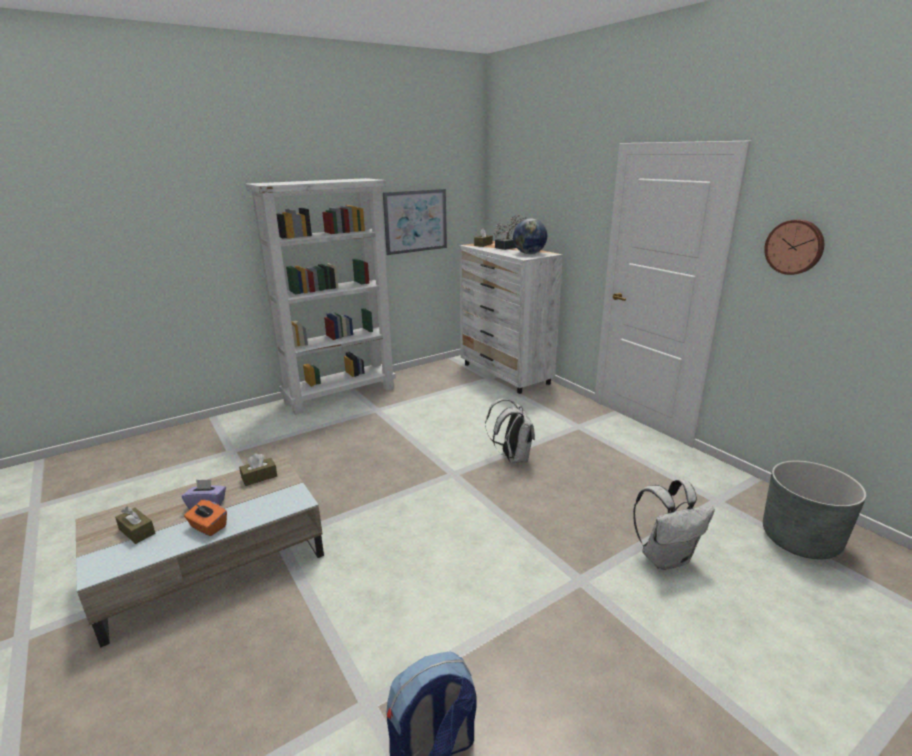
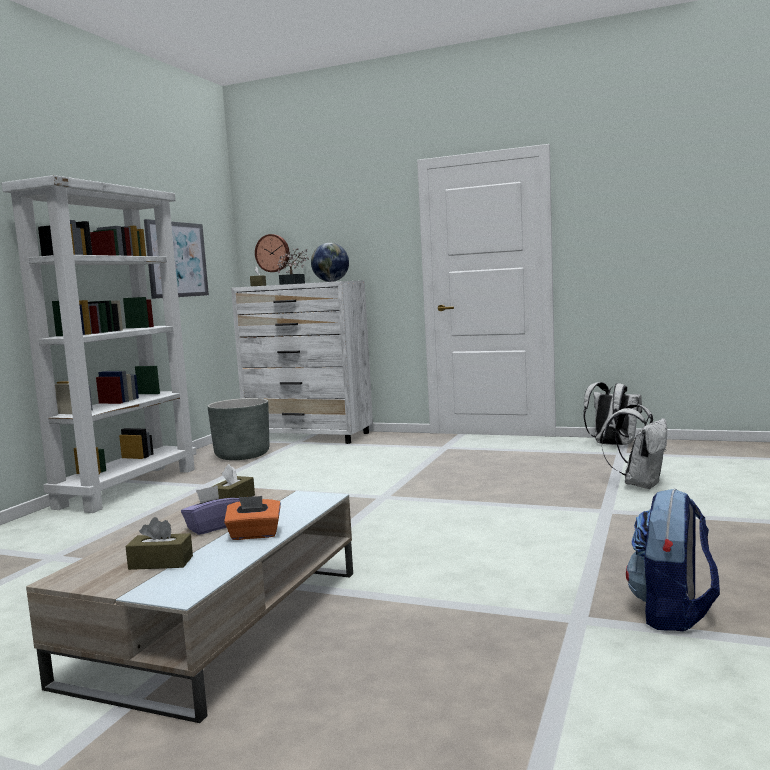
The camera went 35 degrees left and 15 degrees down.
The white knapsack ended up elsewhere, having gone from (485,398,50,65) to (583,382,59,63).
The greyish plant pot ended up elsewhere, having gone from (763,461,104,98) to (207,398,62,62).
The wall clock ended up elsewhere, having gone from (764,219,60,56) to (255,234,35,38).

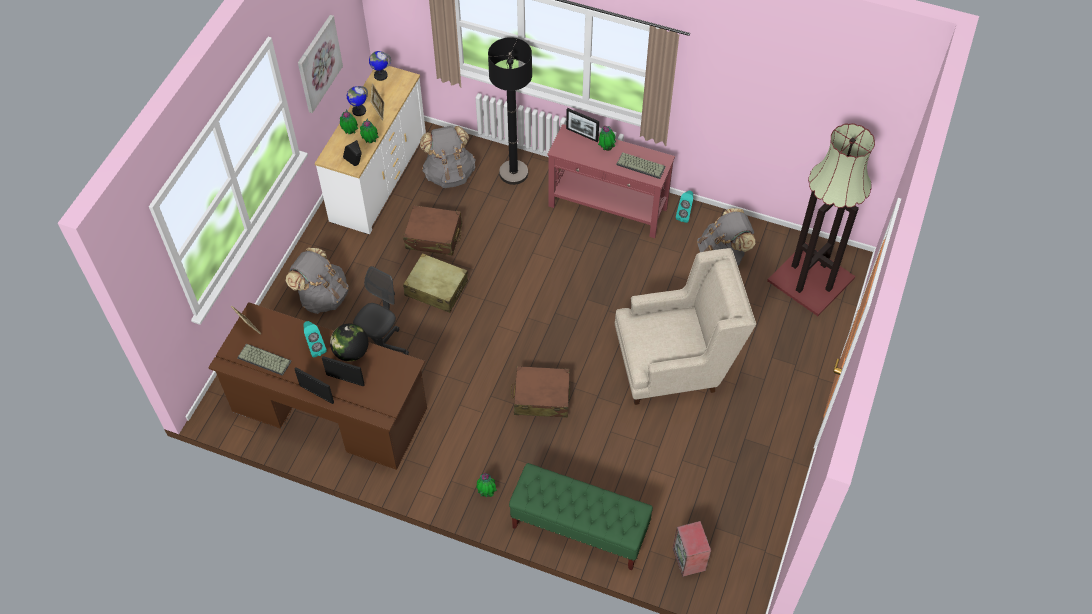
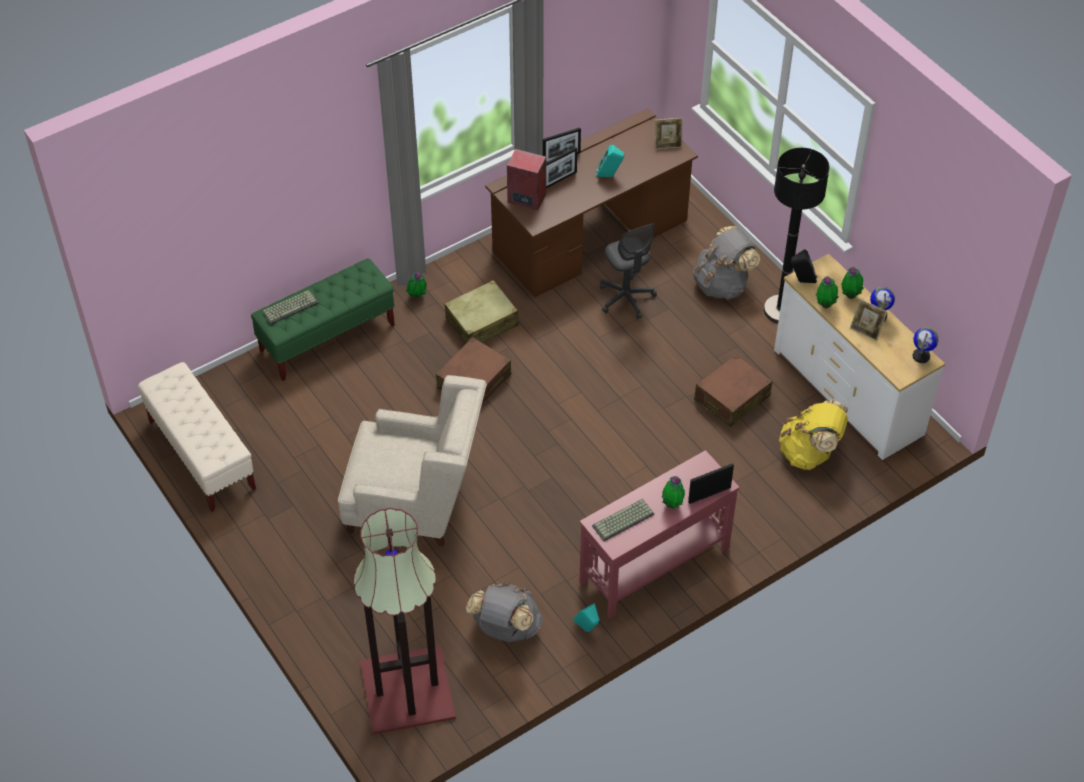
The camera went 125 degrees right and 5 degrees down.
The computer keyboard ended up elsewhere, having gone from (237,343,55,33) to (262,290,57,35).
The second view lost the picture at (298,15,45,98).
The second view lost the globe at (330,324,38,38).
The beige piece of luggage ended up elsewhere, having gone from (403,253,65,60) to (445,280,74,63).
What was the greyish knapsack at (420,126,56,62) turned into the yellow-coloured knapsack at (779,400,69,70).
The black standing lamp ended up elsewhere, having gone from (488,37,44,148) to (764,148,66,175).
The beige armchair at (615,248,141,157) ended up facing another way, 105 degrees counterclockwise from before.
The loudspeaker ended up elsewhere, having gone from (672,521,39,56) to (507,149,39,61).
The second view gained the beige bench at (138,362,118,150).

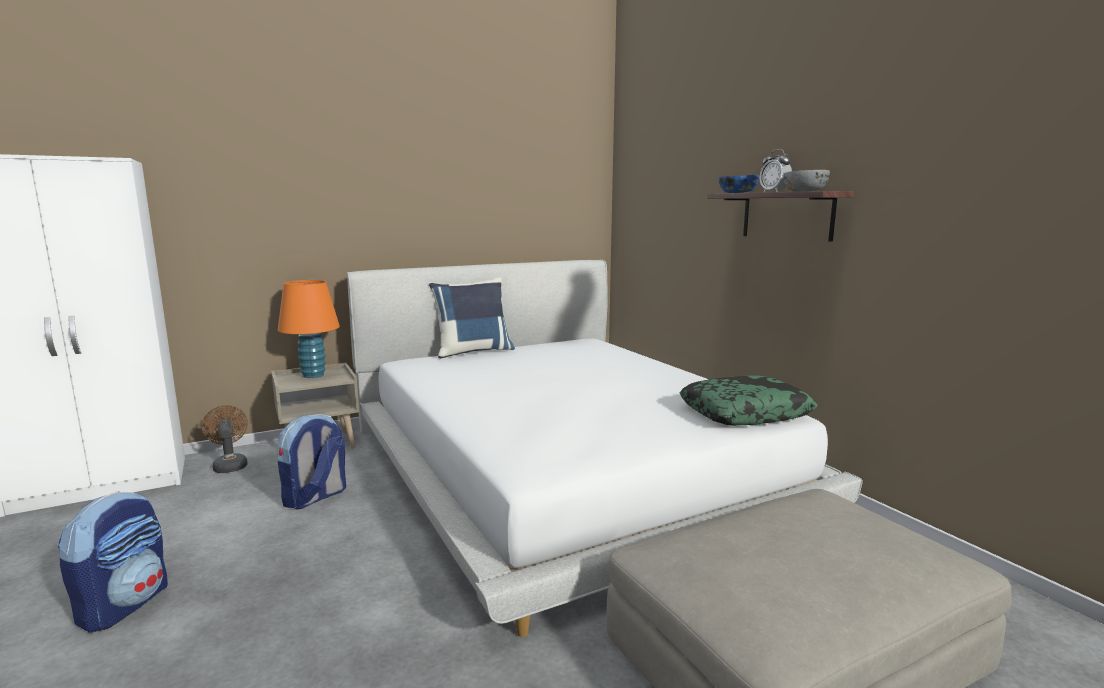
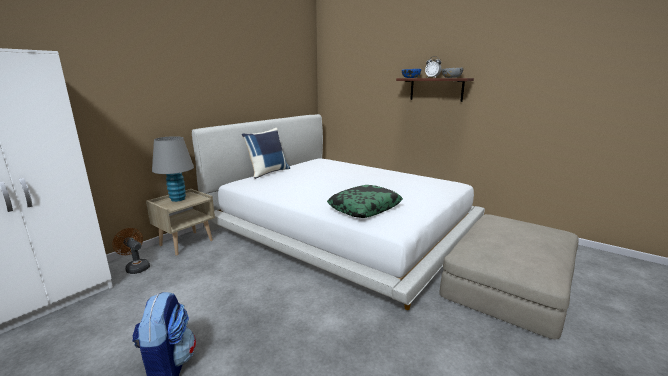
The camera went 25 degrees left and 5 degrees up.
The second view lost the knapsack at (277,414,69,95).
What was the orange lamp for a table at (278,280,62,98) turned into the greyish lamp for a table at (152,136,42,66).
The throw pillow ended up elsewhere, having gone from (679,375,138,51) to (327,185,76,33).

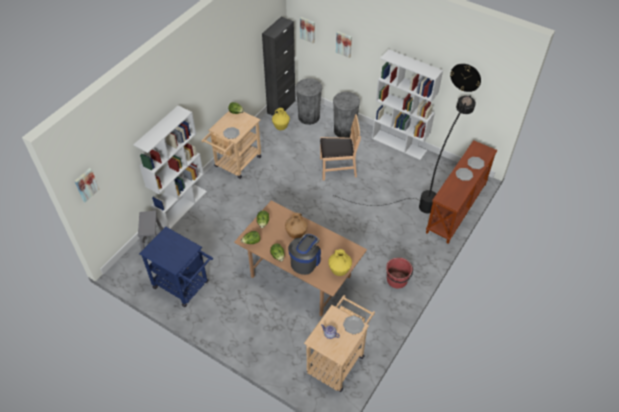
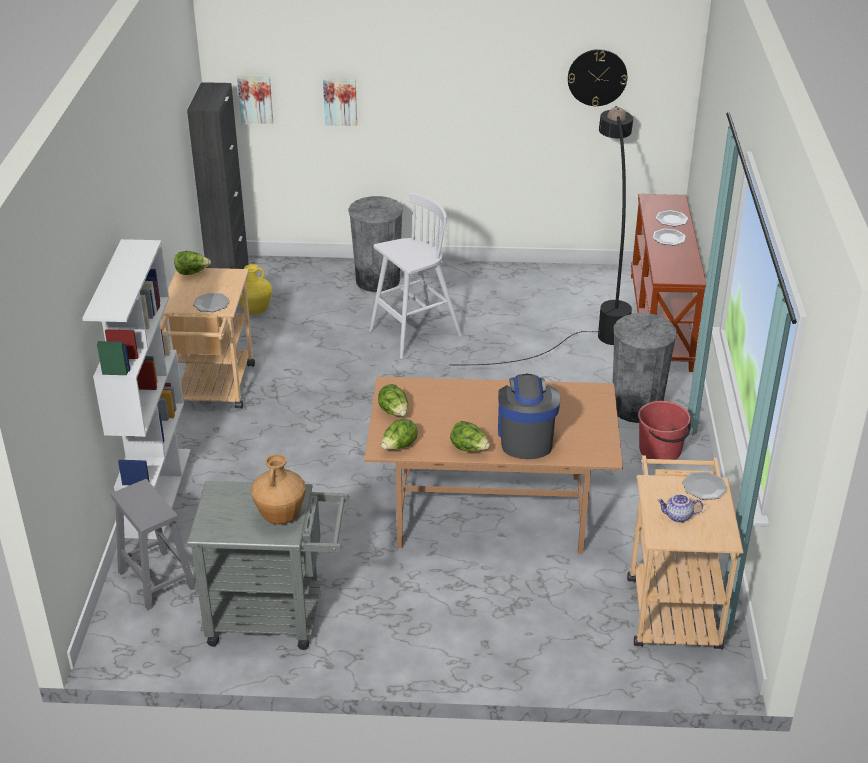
The camera went 30 degrees left and 15 degrees down.
The second view lost the picture at (75,168,25,34).
What was the bluish trolley at (139,227,74,80) turned into the greyish trolley at (186,481,163,169).
The brown flower vase ended up elsewhere, having gone from (285,213,23,26) to (251,454,55,71).
The greyish trash can ended up elsewhere, having gone from (296,78,26,47) to (613,313,64,110).
Where the brown upright chair stood at (320,114,41,66), the white sitting stool came to stand at (369,192,93,167).
The second view lost the yellow-coloured flower vase at (328,249,24,27).
The second view lost the white bookshelf at (372,49,71,111).

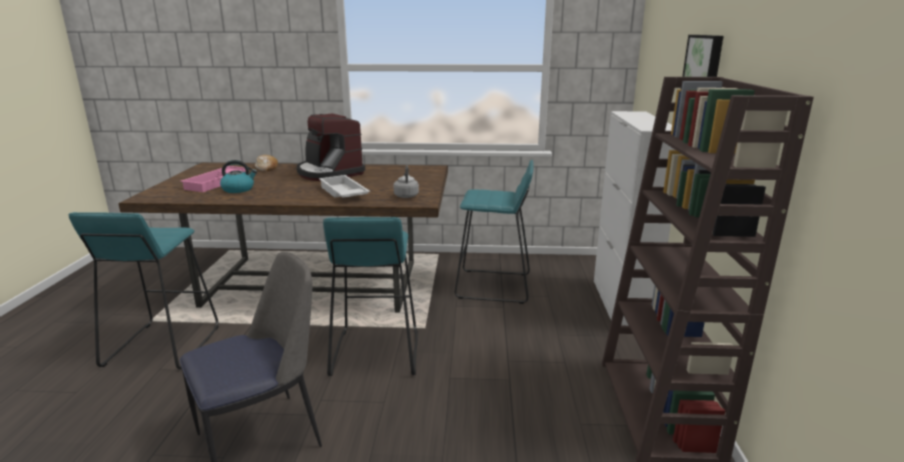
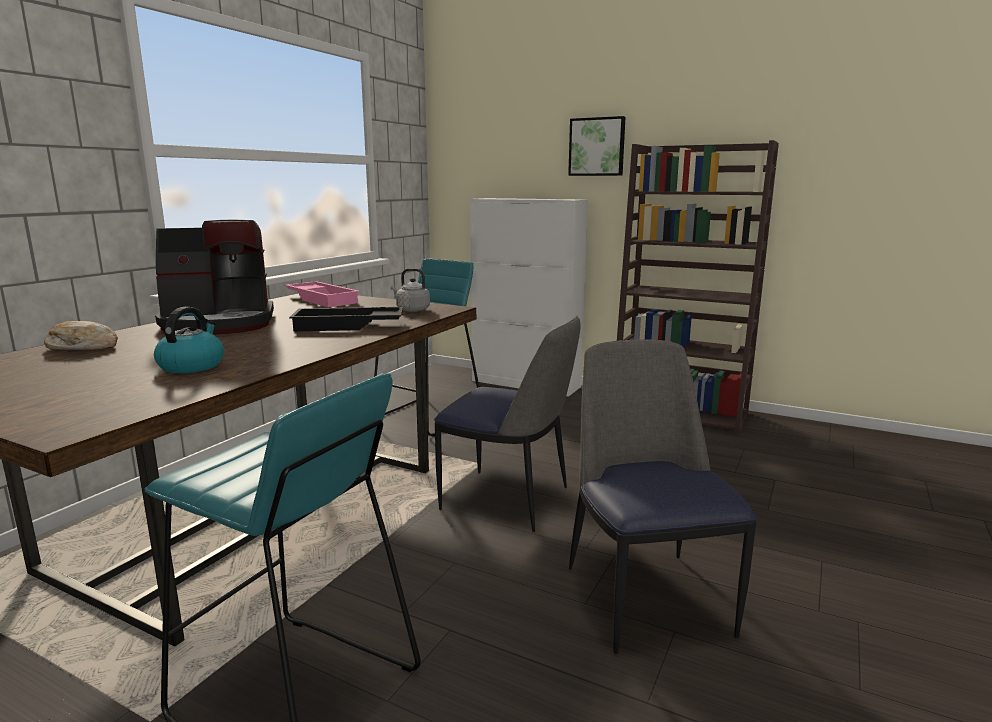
The camera went 65 degrees left and 5 degrees down.
The pinkish carrying tray ended up elsewhere, having gone from (180,166,66,26) to (285,281,75,26).
What was the white carrying tray at (319,175,51,23) turned into the black carrying tray at (289,307,114,25).
Where the turquoise-coloured sitting stool stood at (323,217,95,159), the upright chair came to stand at (434,315,147,217).

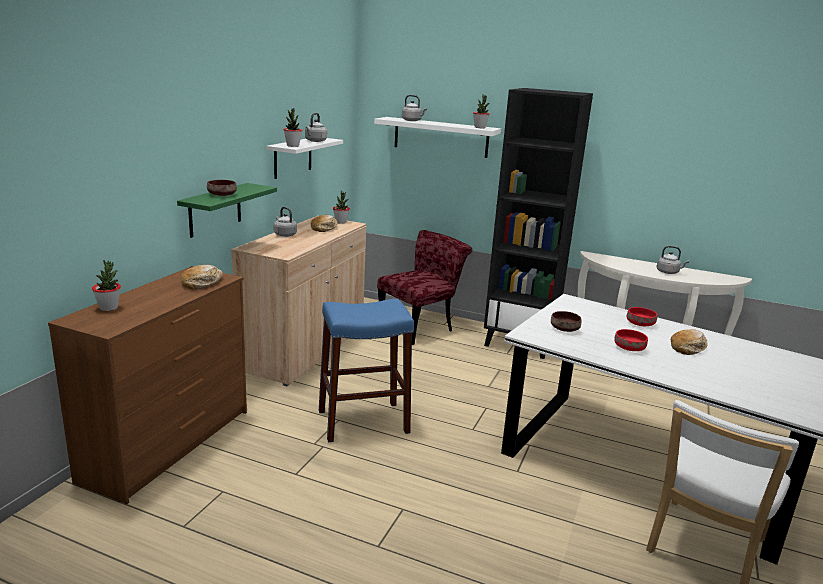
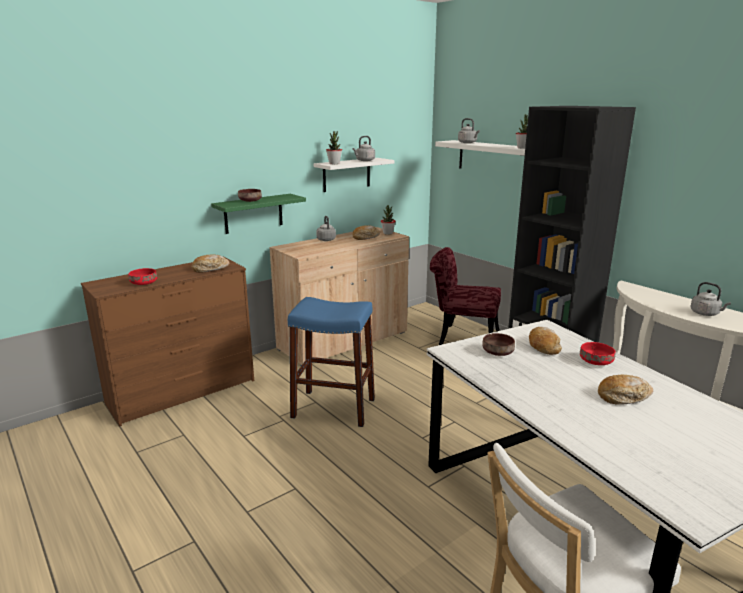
The camera went 30 degrees right and 0 degrees up.
The second view lost the potted plant at (92,260,29,51).
The red-coloured upright chair at (377,230,95,115) ended up facing another way, 150 degrees counterclockwise from before.
The red-coloured serving bowl ended up elsewhere, having gone from (614,329,34,22) to (128,268,29,17).
The second view gained the bread at (529,327,33,28).

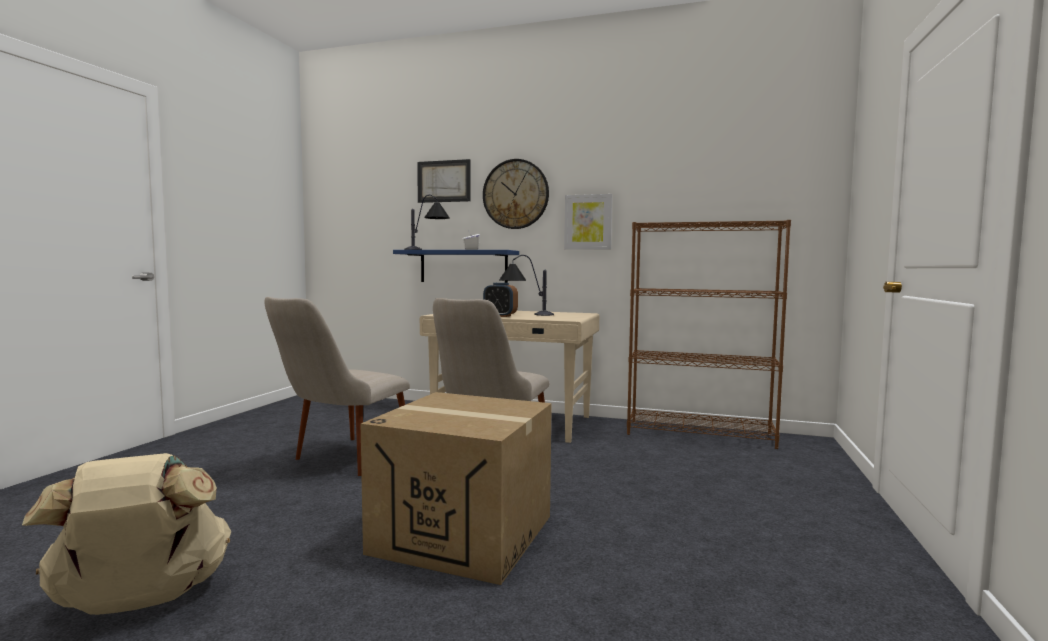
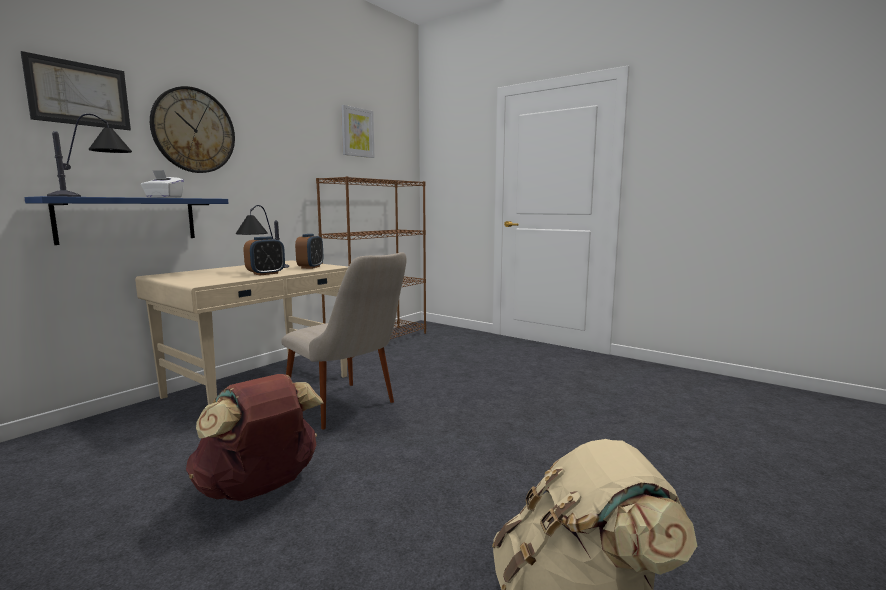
The camera went 70 degrees left and 5 degrees up.
Where the beige upright chair stood at (264,297,146,179), the brown knapsack came to stand at (186,374,138,127).
The second view lost the carton at (361,392,191,193).
The picture ended up elsewhere, having gone from (564,194,49,56) to (341,105,34,53).
The second view gained the bedside clock at (295,234,28,35).

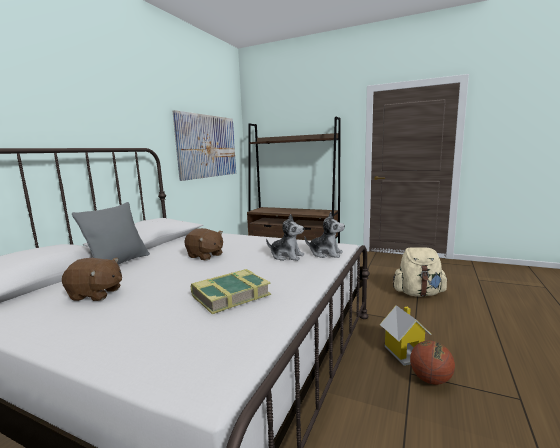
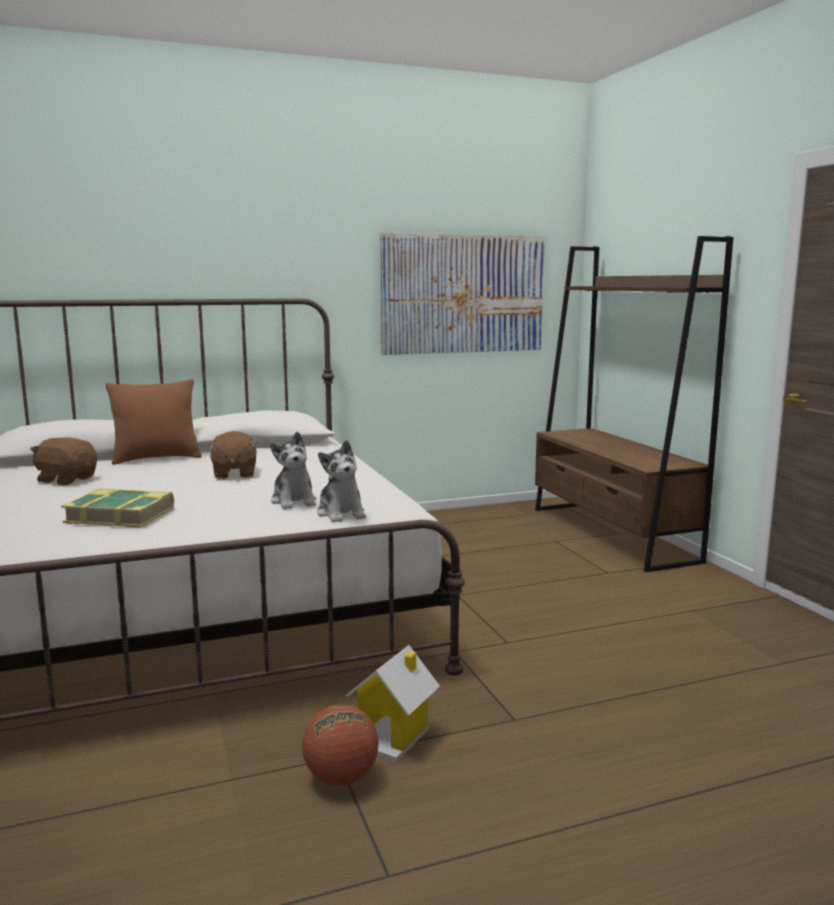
The camera went 45 degrees right and 0 degrees up.
The brown cuddly toy at (62,258,60,43) ended up facing another way, 150 degrees clockwise from before.
What was the greyish throw pillow at (72,202,78,62) turned into the brown throw pillow at (106,379,95,86).
The second view lost the beige knapsack at (393,247,54,50).

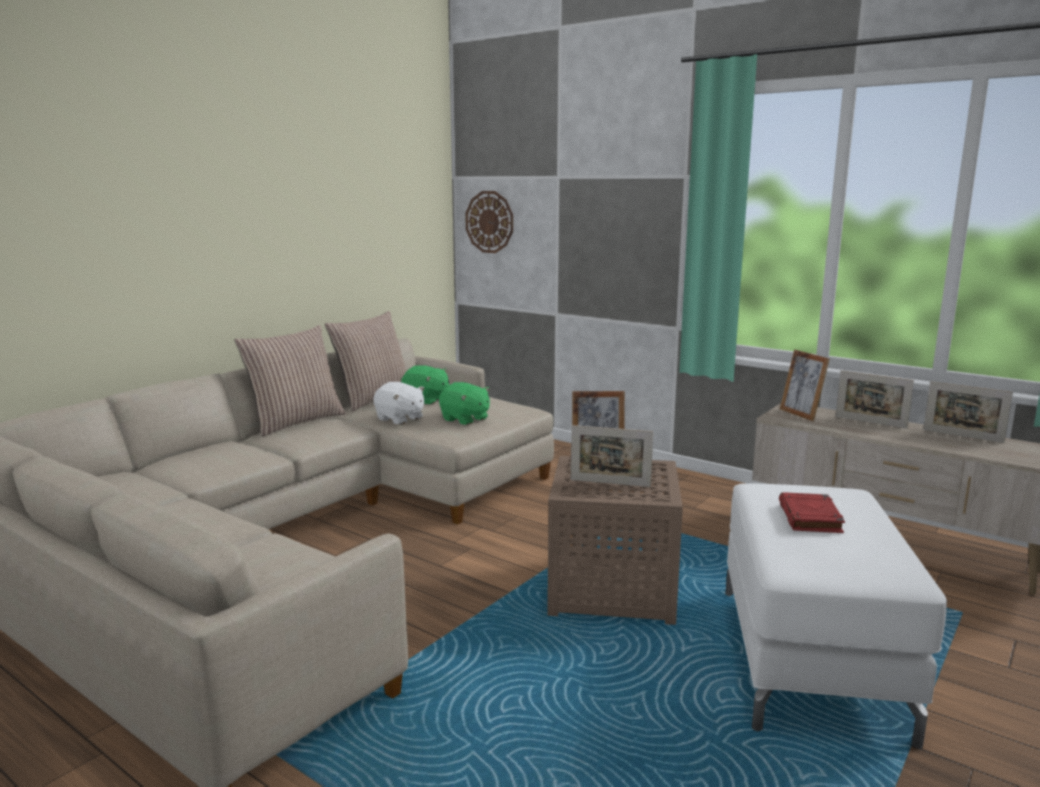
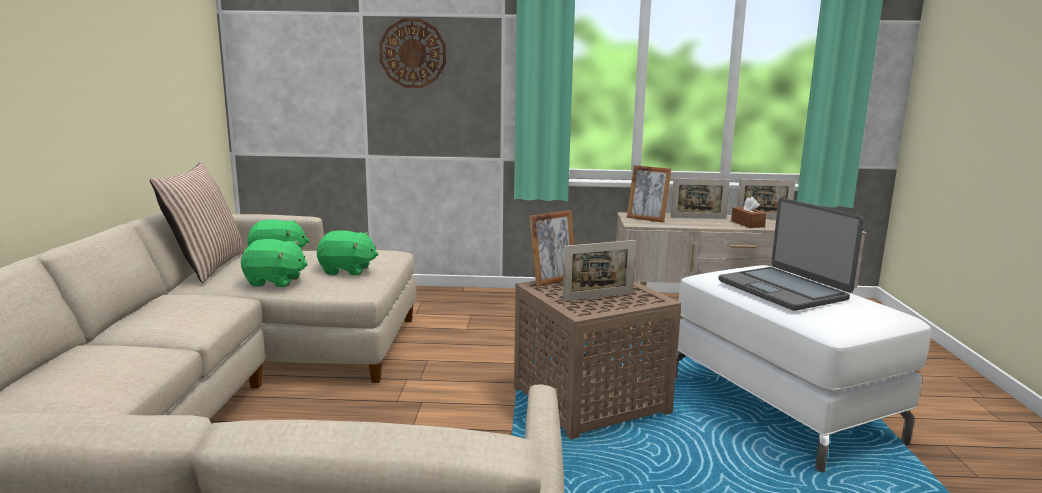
The camera went 35 degrees left and 0 degrees up.
The second view lost the throw pillow at (235,325,111,112).
What was the white cuddly toy at (373,382,52,43) turned into the green cuddly toy at (241,239,67,48).
The wall clock ended up elsewhere, having gone from (465,191,48,62) to (379,18,67,70).
Where the red-coloured book stood at (779,492,66,41), the notebook computer came to stand at (719,198,145,113).
The second view gained the brown tissue box at (731,197,35,31).

